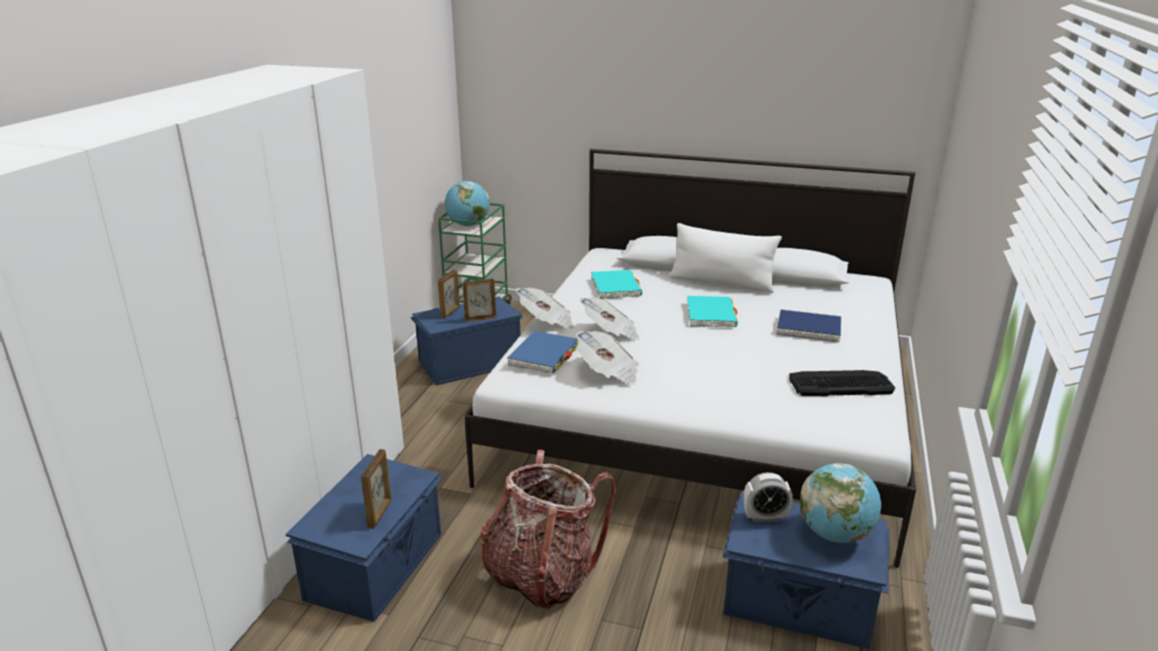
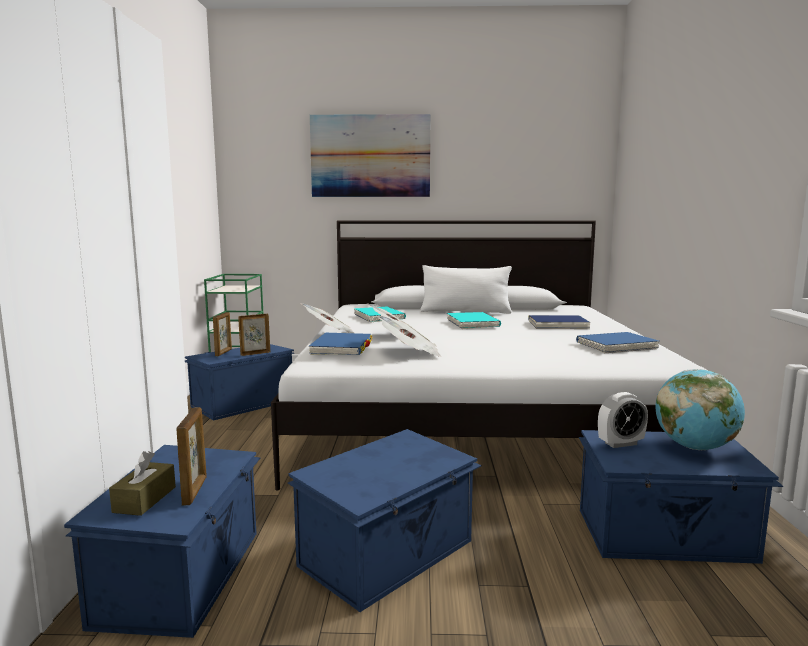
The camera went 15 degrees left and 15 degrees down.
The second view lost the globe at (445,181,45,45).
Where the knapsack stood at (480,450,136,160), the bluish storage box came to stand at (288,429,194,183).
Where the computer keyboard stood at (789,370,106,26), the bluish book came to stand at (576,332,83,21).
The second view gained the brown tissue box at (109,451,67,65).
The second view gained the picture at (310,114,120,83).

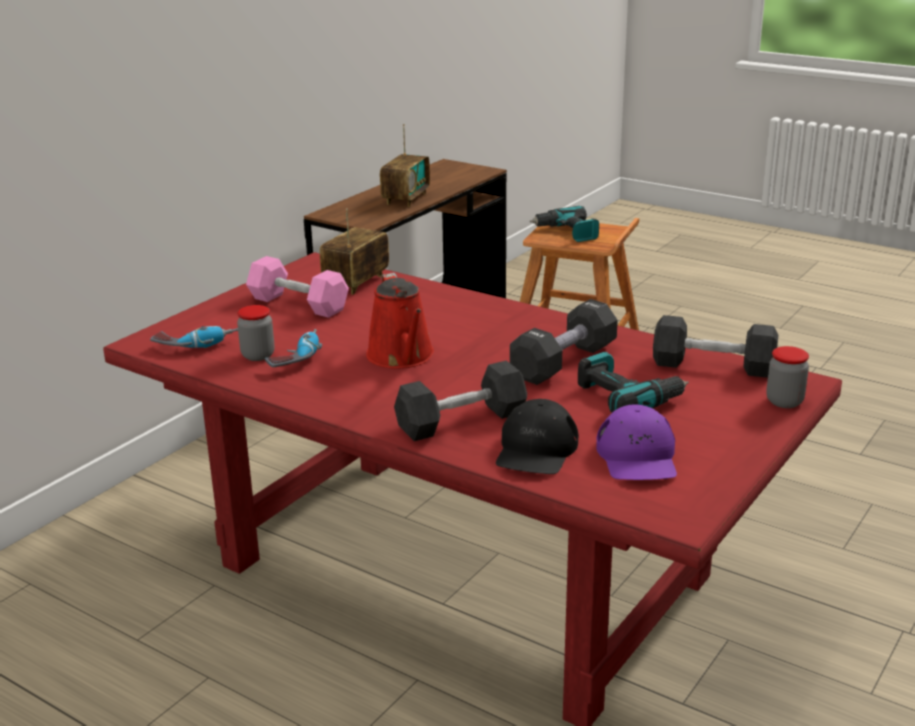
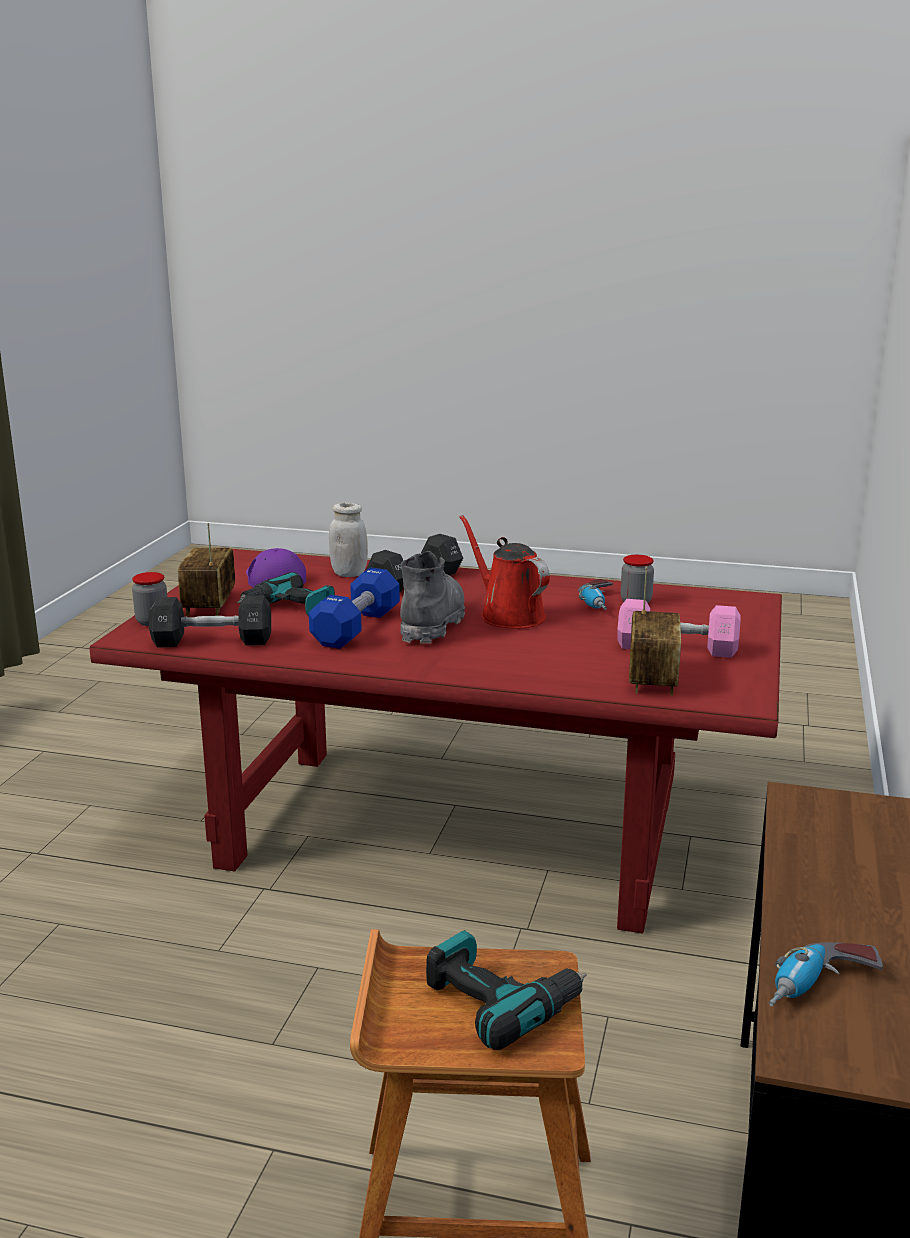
The camera went 160 degrees right and 5 degrees down.
The drill ended up elsewhere, having gone from (150,326,88,22) to (769,942,114,64).
The radio ended up elsewhere, having gone from (380,124,50,83) to (178,523,57,93).
Where the black baseball cap stood at (496,399,82,75), the white jar came to stand at (329,503,39,74).
What was the black hand weight at (510,299,108,86) turned into the bluish hand weight at (309,568,91,81).
The second view gained the greyish high-top boot at (400,551,65,93).

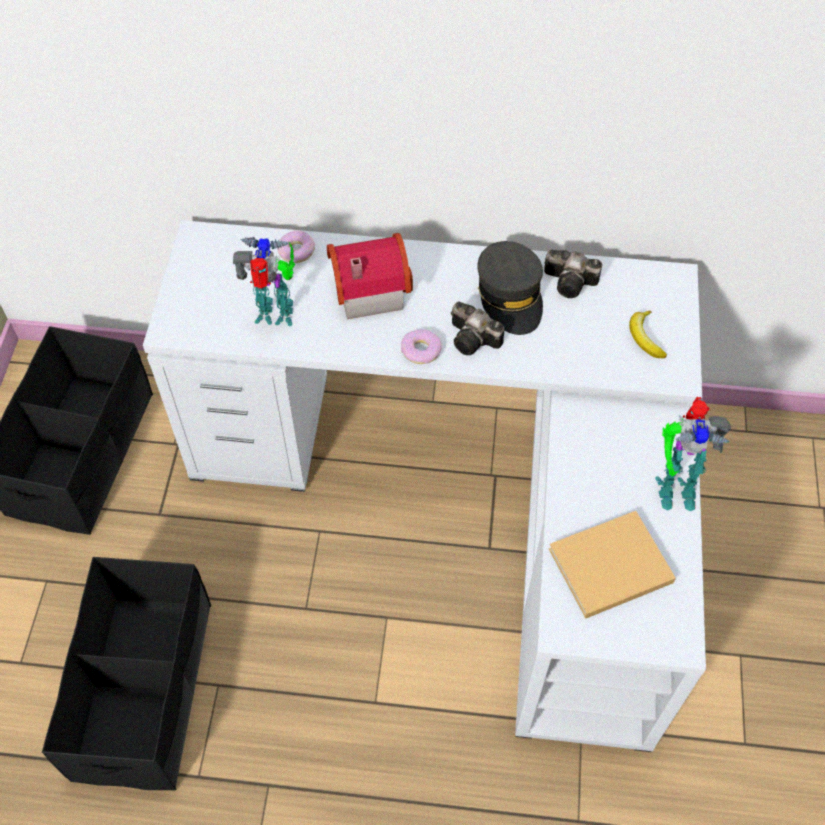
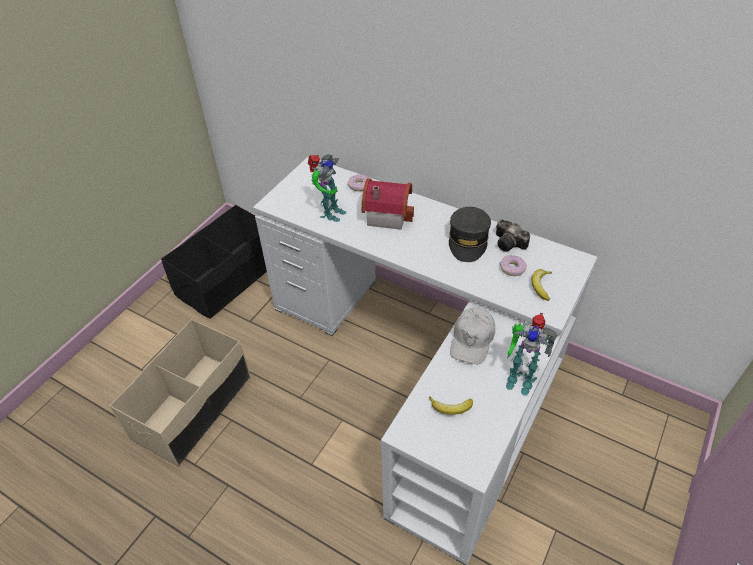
The camera went 25 degrees right and 10 degrees down.
What was the black storage box at (42,557,169,233) turned into the beige storage box at (110,319,140,147).
The toy robot at (233,237,62,89) ended up facing another way, 90 degrees clockwise from before.
The doughnut ended up elsewhere, having gone from (401,329,41,35) to (500,255,27,21).
The second view lost the still camera at (451,302,54,53).
Where the beige book stood at (549,511,127,108), the banana fruit came to stand at (429,396,44,19).
The second view gained the white baseball cap at (450,307,45,57).

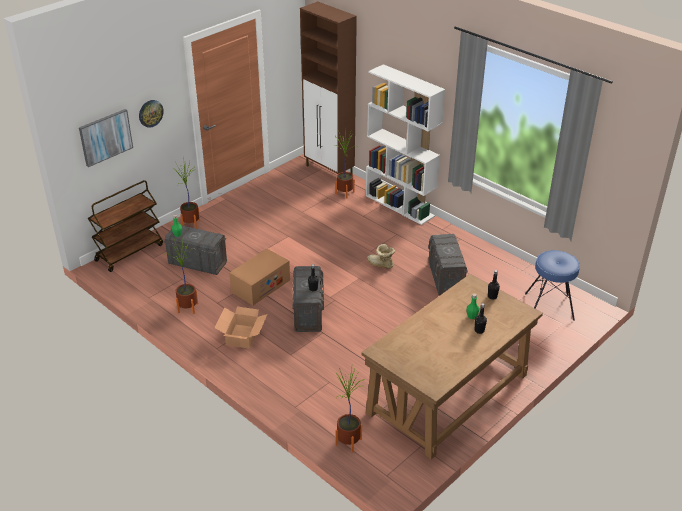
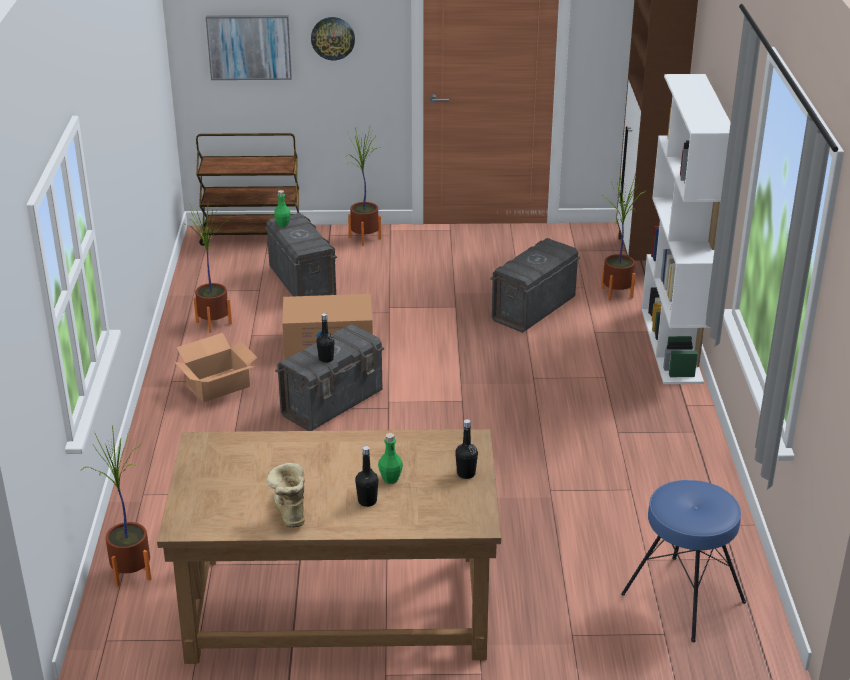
The camera went 45 degrees right and 5 degrees down.
The high-top boot ended up elsewhere, having gone from (367,244,28,25) to (267,463,38,64).
The greyish storage box ended up elsewhere, having gone from (429,234,39,62) to (490,238,90,95).

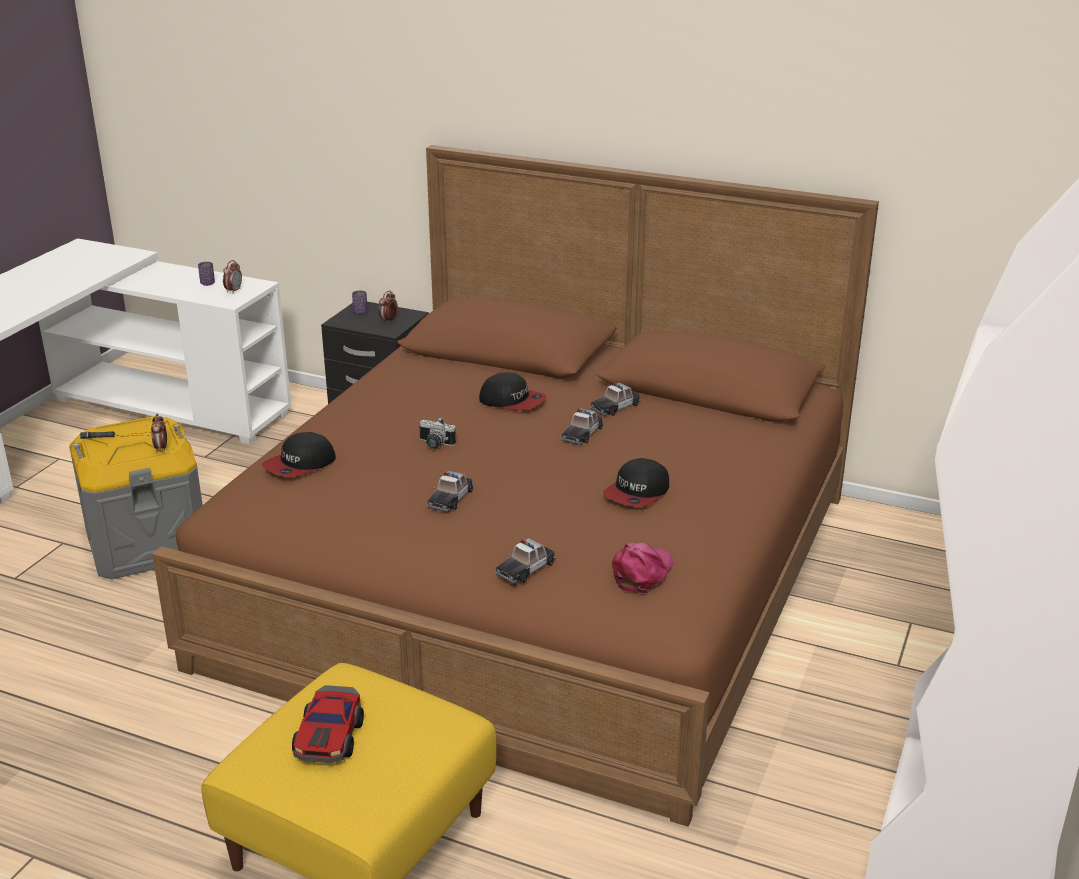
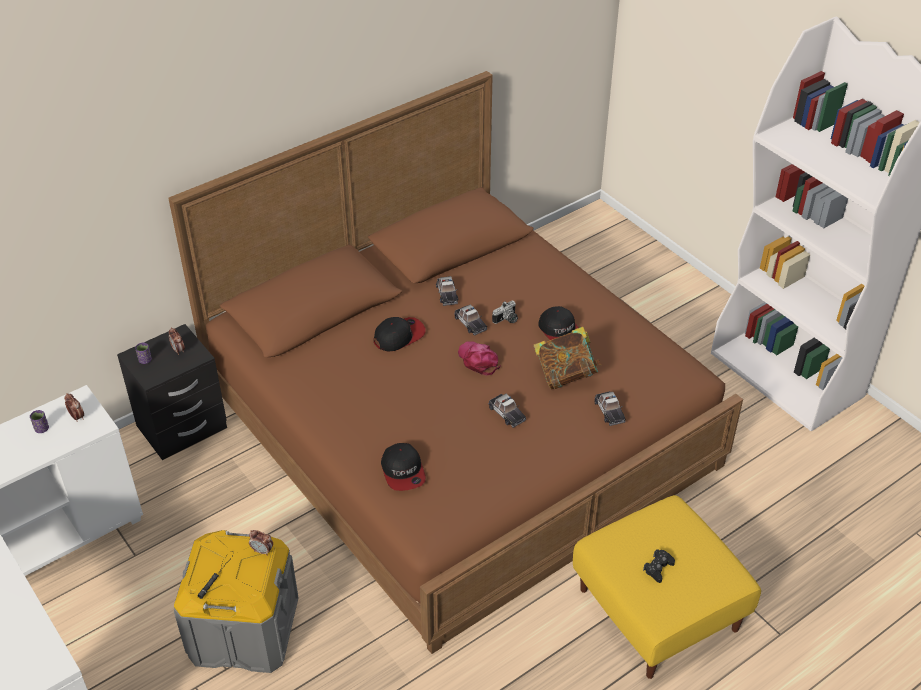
The camera went 60 degrees left and 15 degrees up.
Where the miniature car stood at (292,685,72,78), the black game controller came to stand at (643,549,32,34).
The still camera ended up elsewhere, having gone from (419,418,37,31) to (492,301,26,23).
The pinkish baseball cap ended up elsewhere, having gone from (612,543,62,50) to (458,341,43,34).
The second view gained the book at (534,327,68,62).

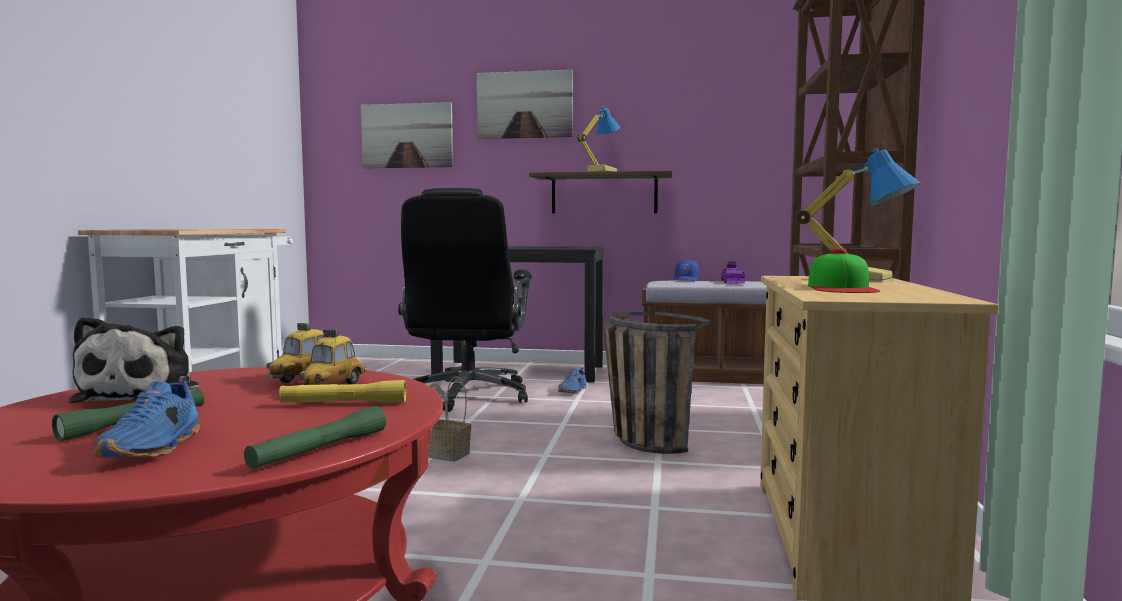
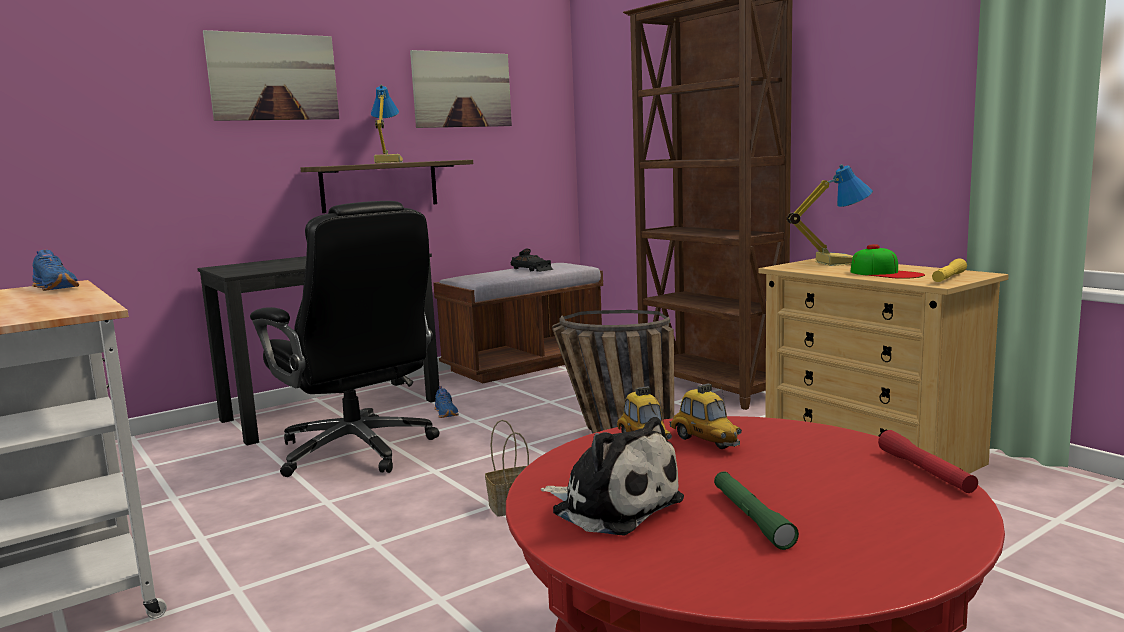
The camera went 45 degrees left and 5 degrees up.
The bluish shoe ended up elsewhere, having gone from (94,376,106,82) to (32,250,47,41).
What was the green hand torch at (244,406,142,63) turned into the red-coloured hand torch at (878,430,100,63).
The yellow-coloured hand torch ended up elsewhere, having gone from (279,380,127,23) to (932,258,35,24).
The picture ended up elsewhere, having gone from (361,102,92,66) to (410,50,102,78).
The second view lost the bluish baseball cap at (673,259,26,22).
What was the purple-coloured miniature car at (720,261,26,22) turned into the black miniature car at (510,248,43,24).

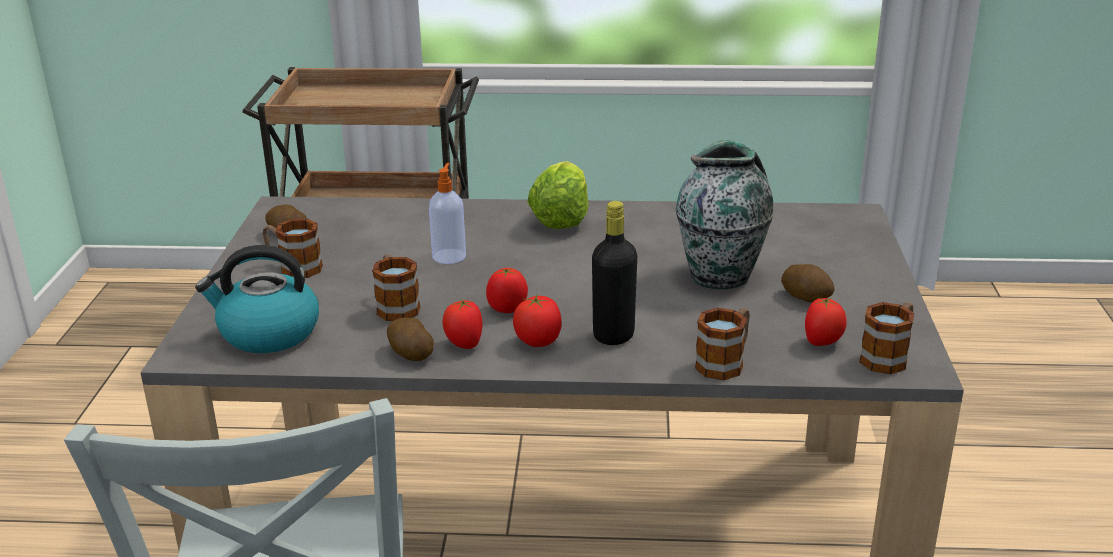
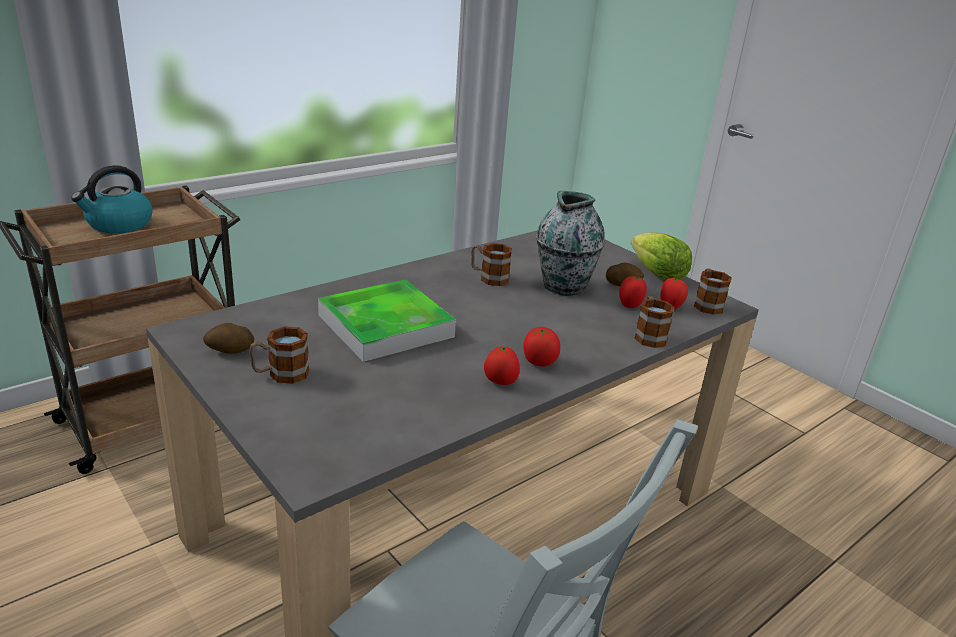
The camera went 45 degrees left and 0 degrees up.
The tea kettle ended up elsewhere, having gone from (195,245,124,108) to (71,165,81,68).
The tea mug ended up elsewhere, having gone from (372,254,48,67) to (471,243,41,43).
The second view lost the spud at (387,318,47,43).
Where the liquid soap bottle stood at (429,163,37,101), the carrying tray came to stand at (318,279,138,83).
The whole tomato ended up elsewhere, having gone from (486,268,42,45) to (619,276,28,32).
The lettuce ended up elsewhere, having gone from (527,161,62,68) to (631,232,61,49).
The second view lost the black bottle at (592,201,45,144).

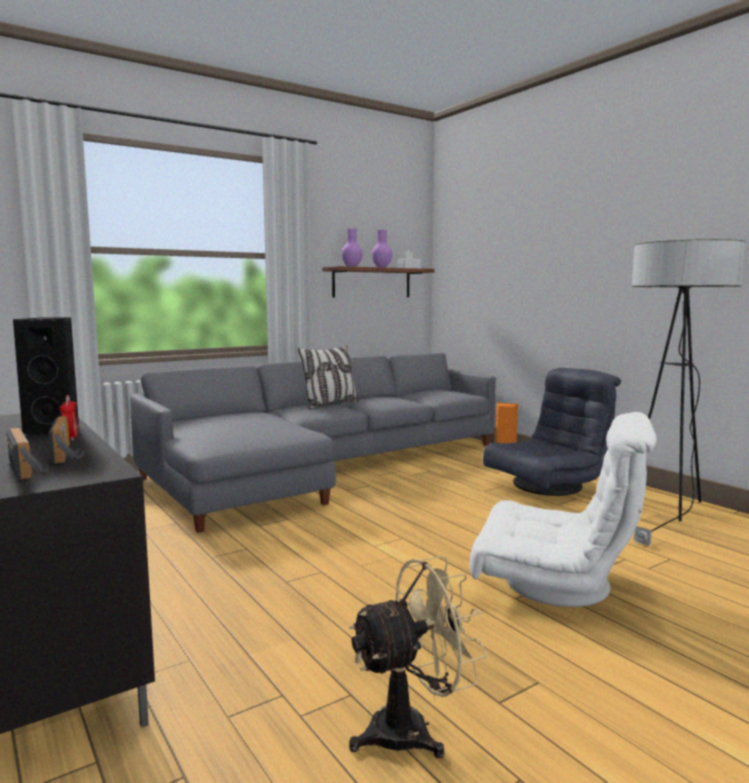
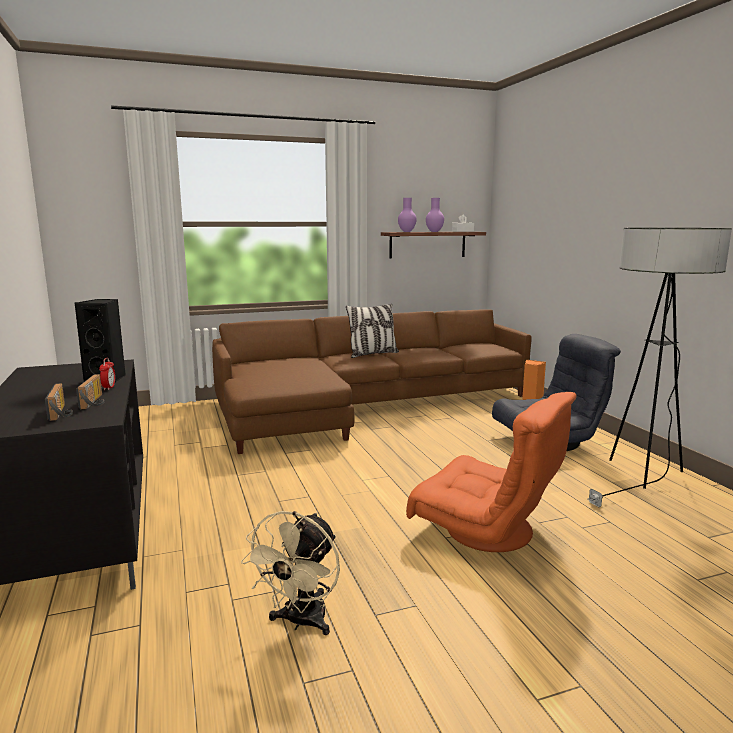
The camera went 15 degrees right and 5 degrees up.
What was the greyish sofa at (130,353,366,180) turned into the brown sofa at (212,309,320,145).
The beige cooling fan at (349,556,139,202) ended up facing another way, 120 degrees clockwise from before.
What was the white armchair at (470,412,187,195) turned into the orange armchair at (406,392,171,160).

